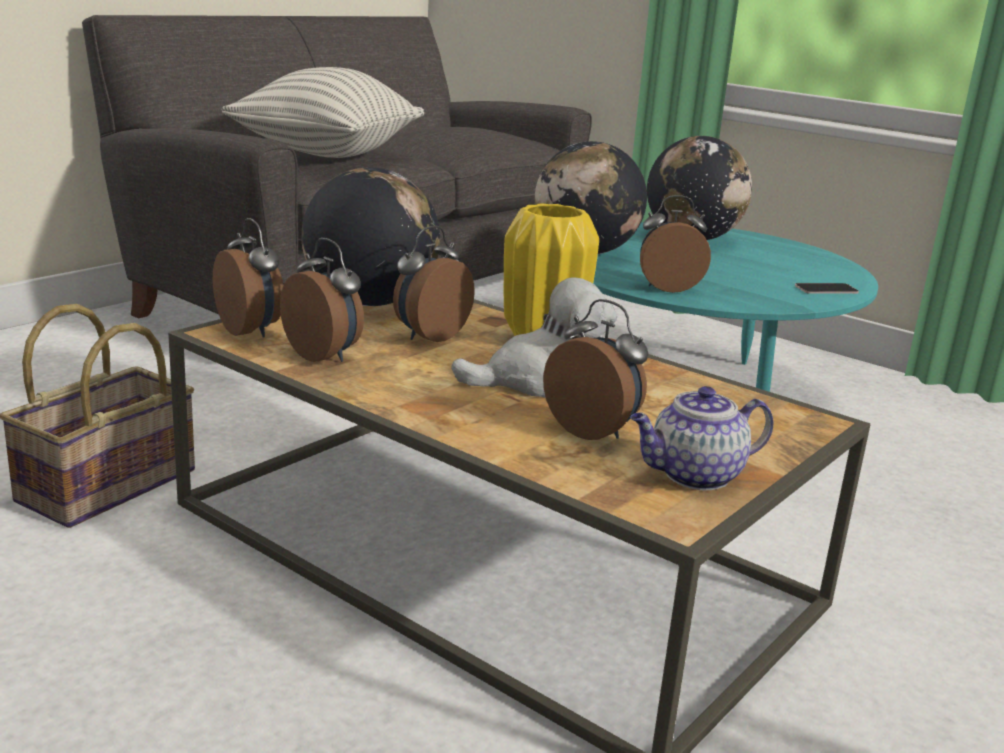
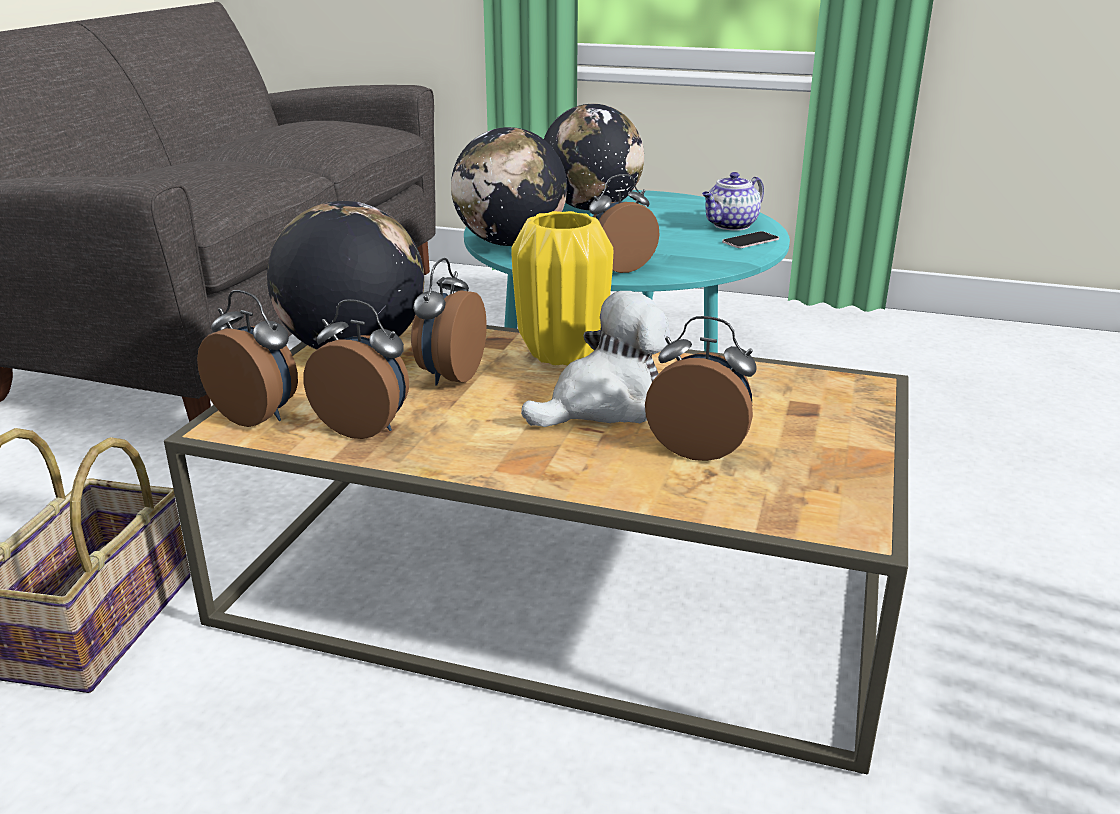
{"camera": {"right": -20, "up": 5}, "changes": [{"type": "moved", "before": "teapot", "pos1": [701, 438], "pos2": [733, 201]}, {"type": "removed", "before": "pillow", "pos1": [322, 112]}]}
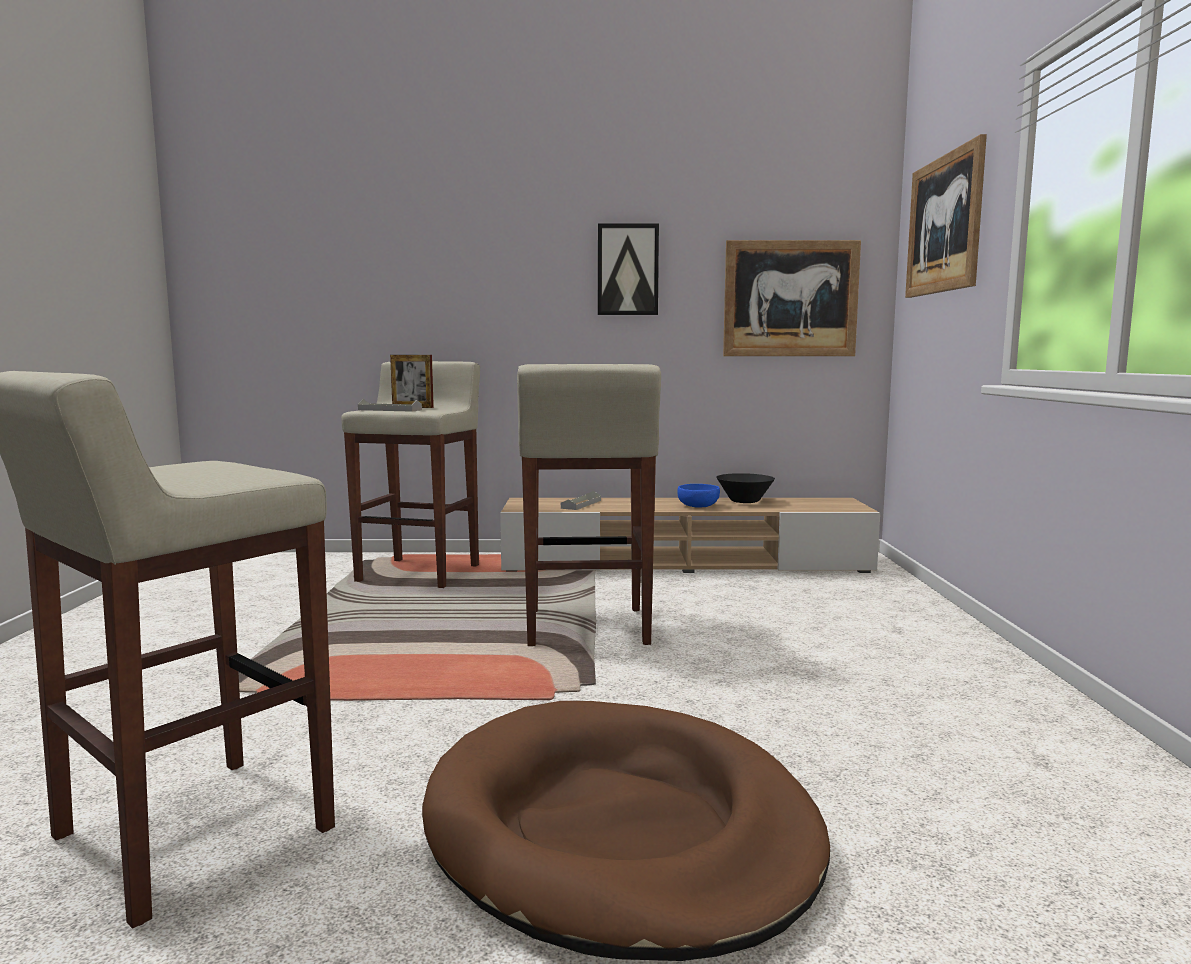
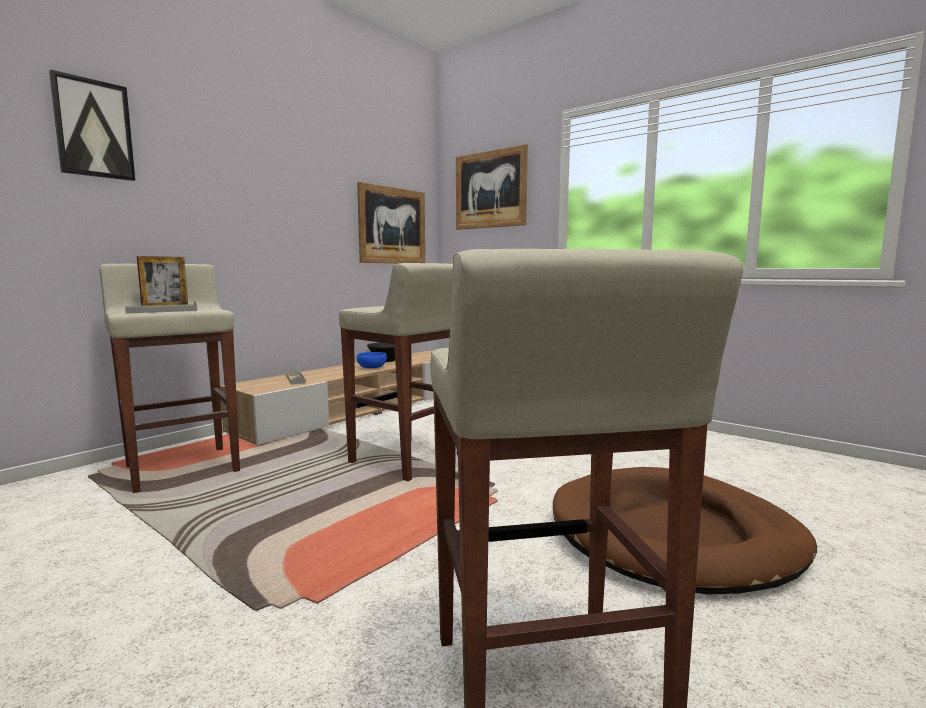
{"camera": {"right": -50, "up": 0}, "changes": [{"type": "moved", "before": "picture", "pos1": [628, 269], "pos2": [92, 125]}]}
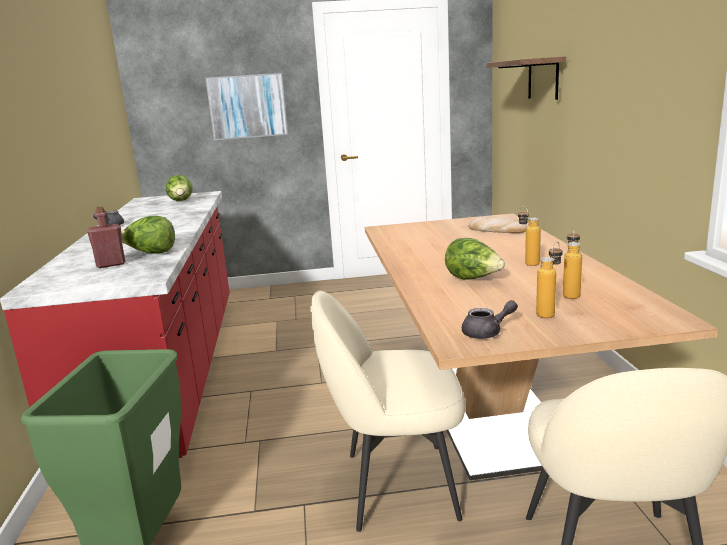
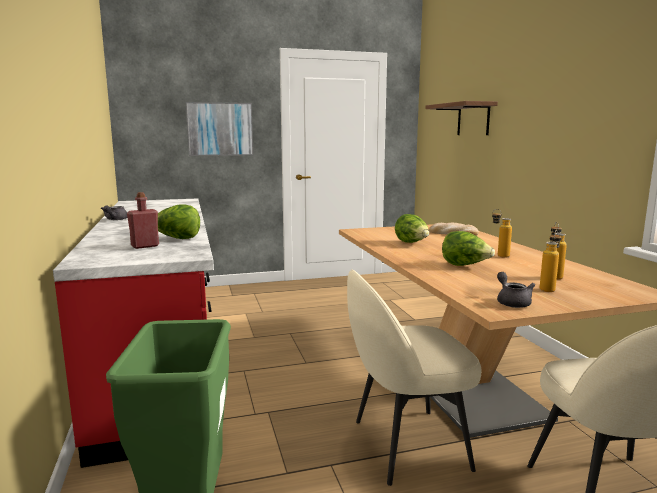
{"camera": {"right": -10, "up": -5}, "changes": [{"type": "moved", "before": "lettuce", "pos1": [179, 188], "pos2": [412, 228]}, {"type": "turned", "before": "teapot (grey)", "pos1": [490, 319], "pos2": [516, 290], "turn": -75}]}
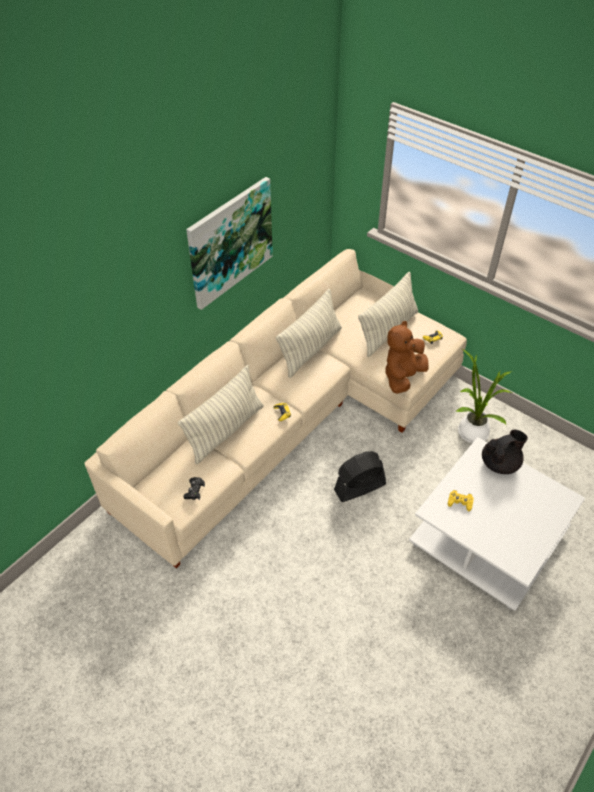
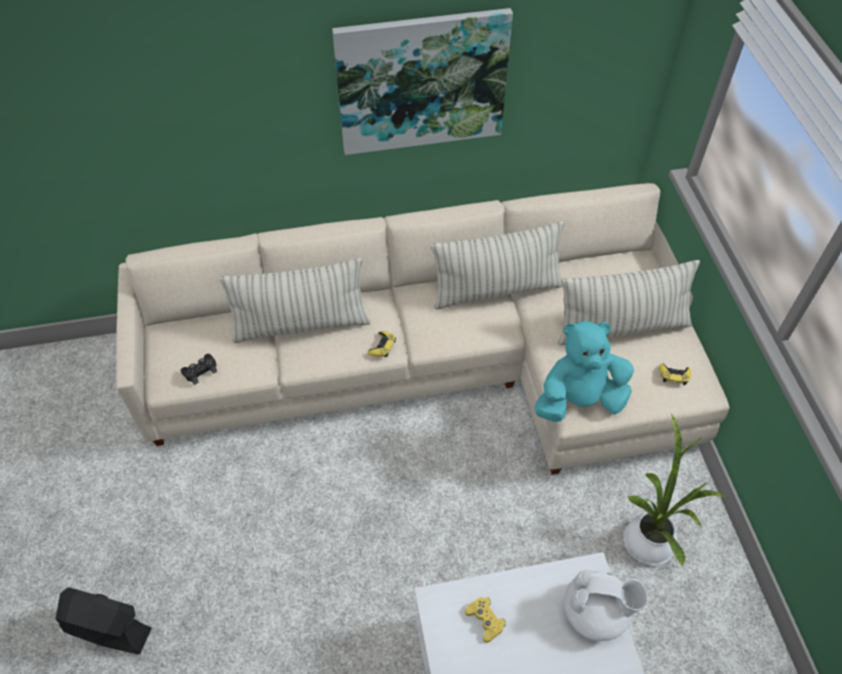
{"camera": {"right": 40, "up": 5}, "changes": [{"type": "moved", "before": "fan (black)", "pos1": [360, 476], "pos2": [104, 620]}, {"type": "recoloured", "before": "plush toy (brown)", "after": "plush toy (turquoise)", "pos1": [407, 357], "pos2": [584, 371]}, {"type": "recoloured", "before": "teapot (black)", "after": "teapot (white)", "pos1": [505, 452], "pos2": [606, 605]}]}
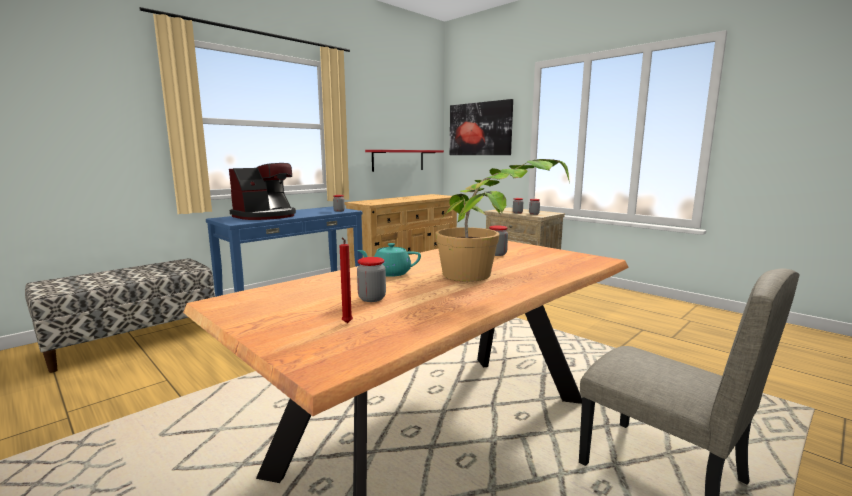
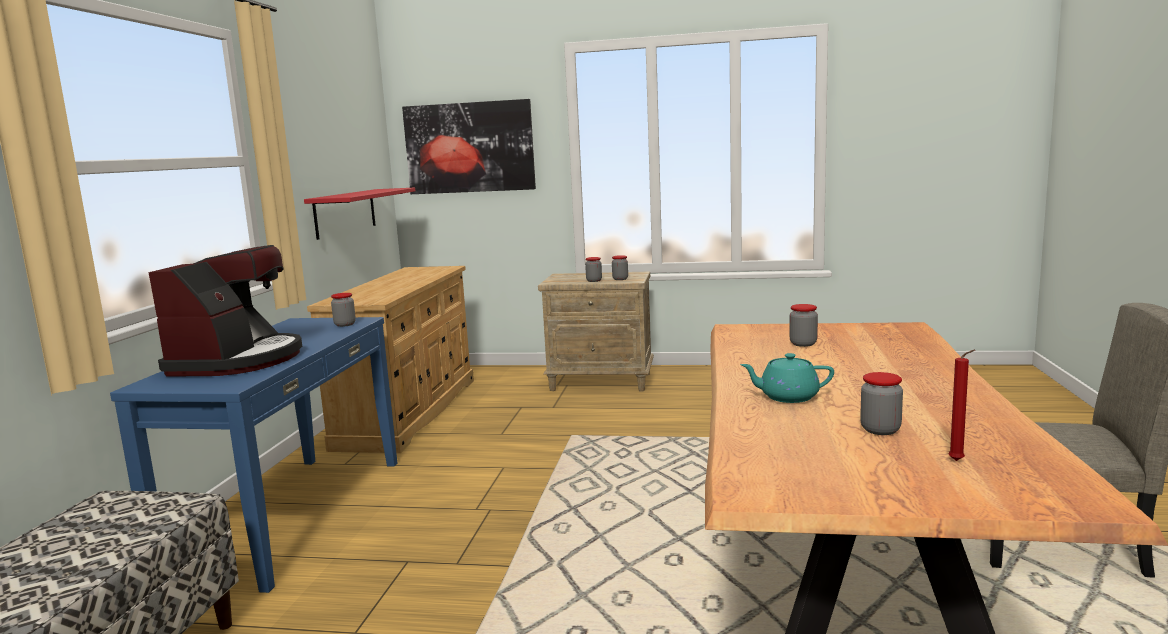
{"camera": {"right": -35, "up": 0}, "changes": [{"type": "turned", "before": "teapot (turquoise)", "pos1": [389, 260], "pos2": [787, 378], "turn": 45}, {"type": "removed", "before": "potted plant", "pos1": [503, 220]}]}
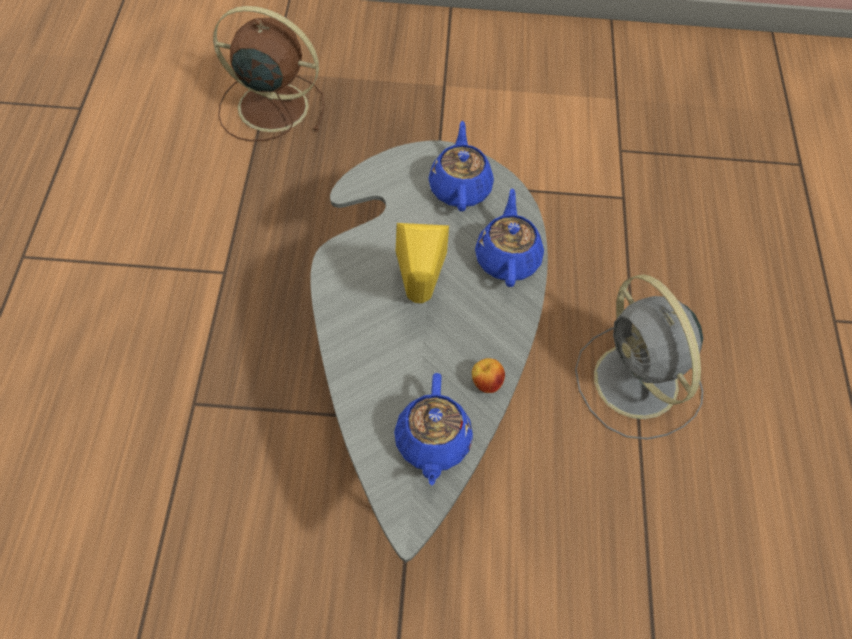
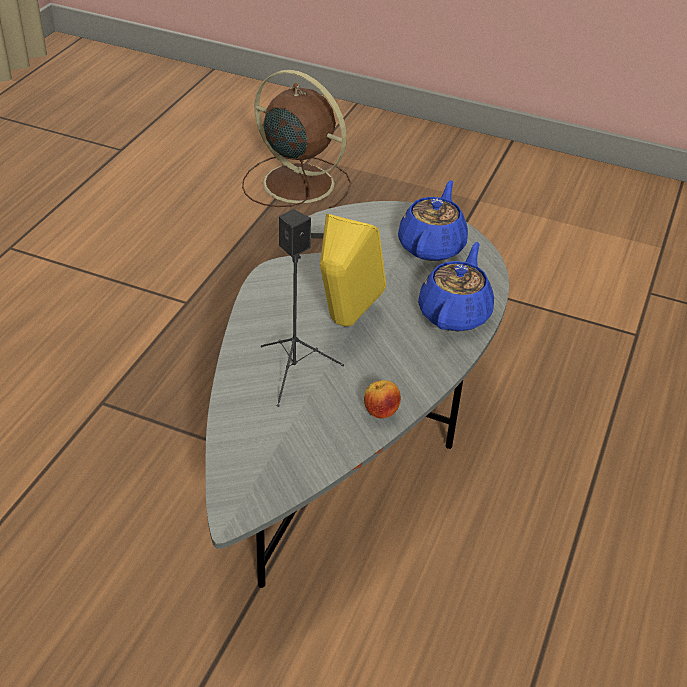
{"camera": {"right": 20, "up": -15}, "changes": [{"type": "added", "after": "speaker (black)", "pos2": [302, 308]}, {"type": "removed", "before": "teapot (blue)", "pos1": [433, 429]}, {"type": "removed", "before": "fan (grey)", "pos1": [639, 357]}]}
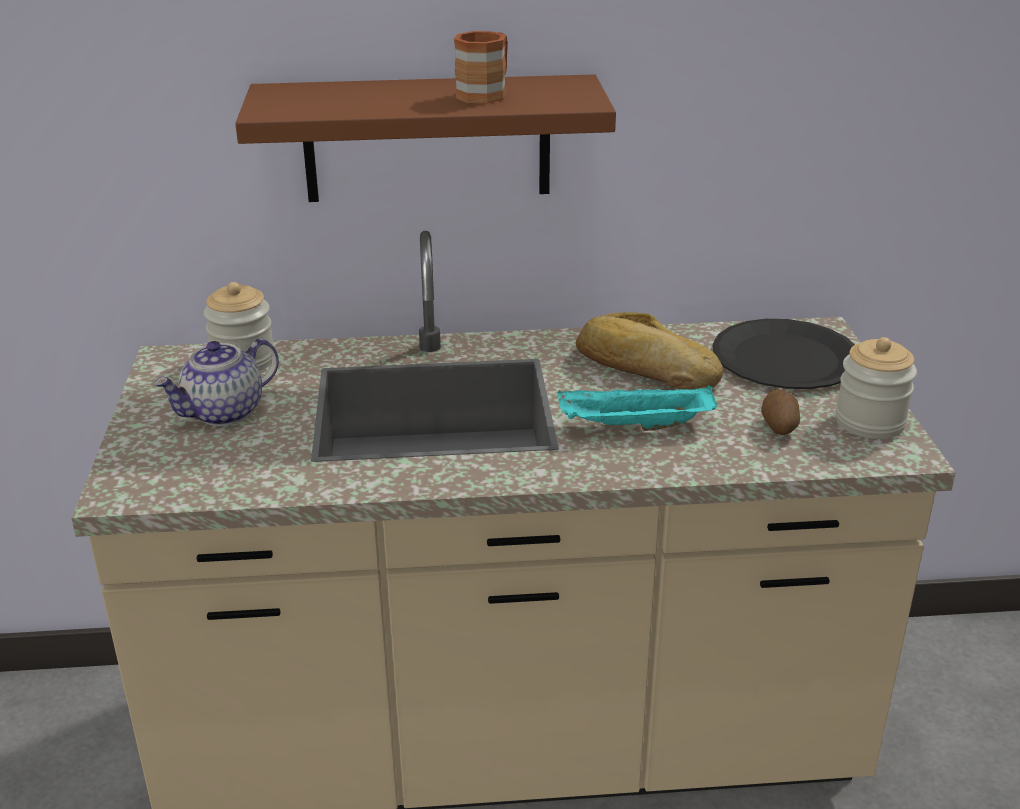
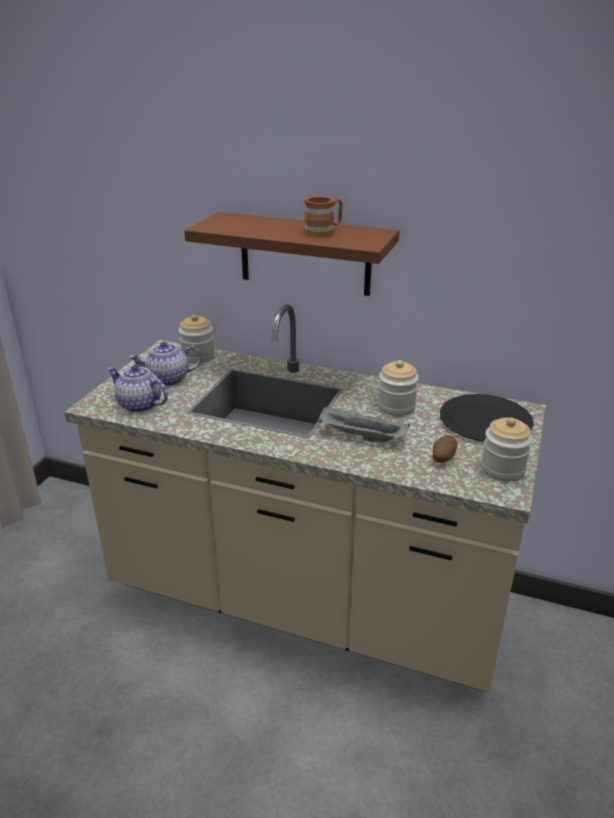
{"camera": {"right": 25, "up": 0}, "changes": [{"type": "added", "after": "teapot", "pos2": [137, 389]}, {"type": "recoloured", "before": "tray (turquoise)", "after": "tray (grey)", "pos1": [637, 408], "pos2": [364, 424]}, {"type": "replaced", "before": "bread", "after": "jar", "pos1": [649, 351], "pos2": [398, 388]}]}
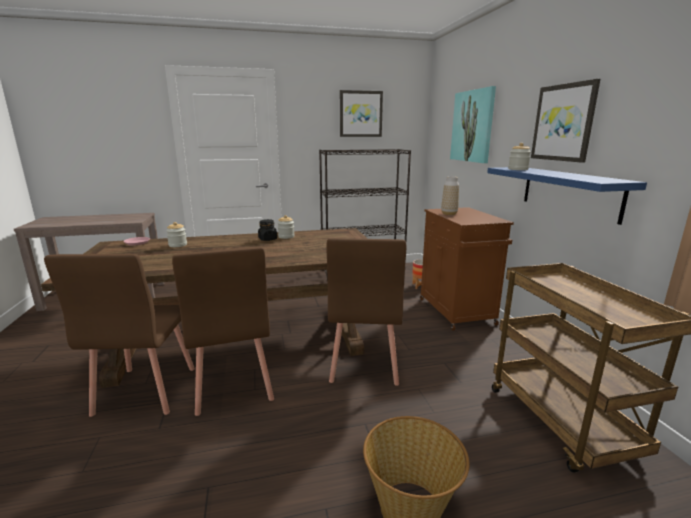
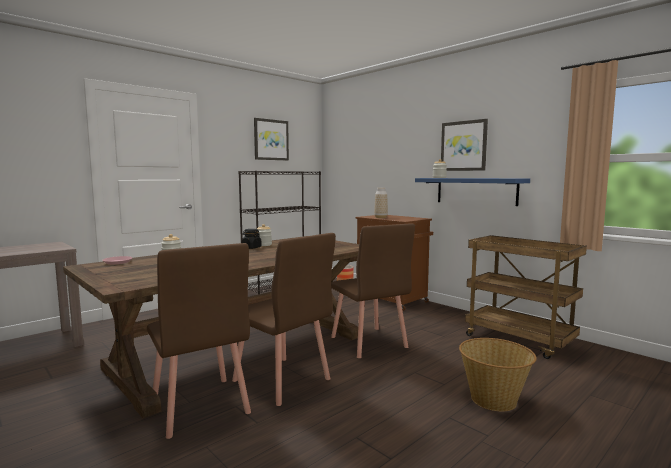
{"camera": {"right": -30, "up": -10}, "changes": [{"type": "removed", "before": "picture", "pos1": [473, 124]}]}
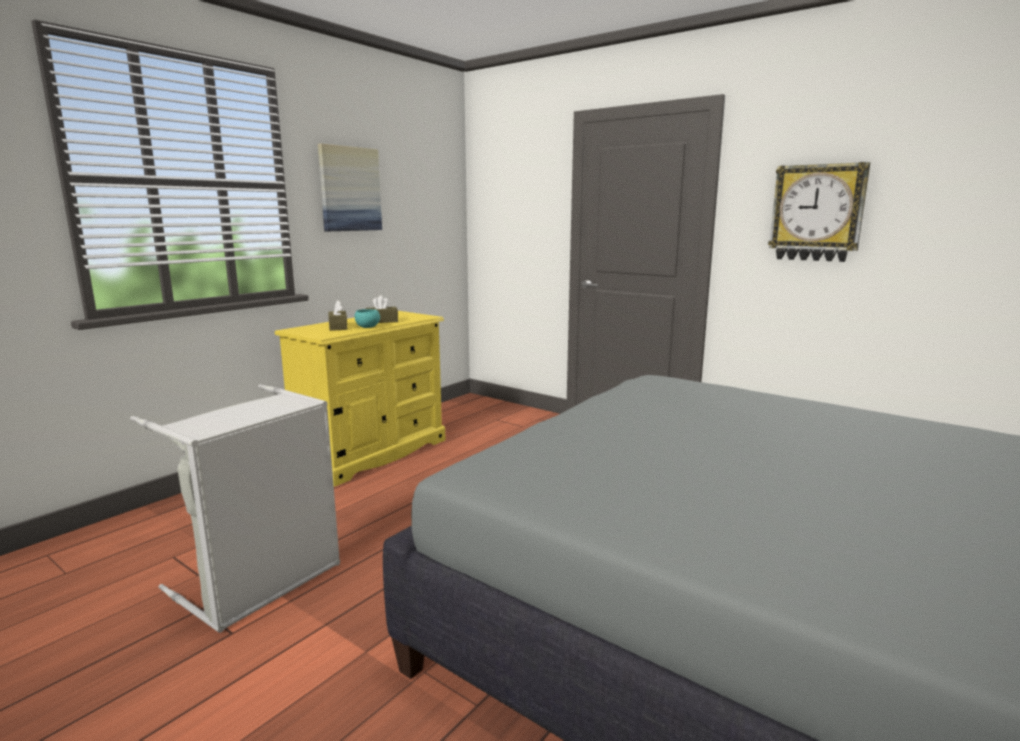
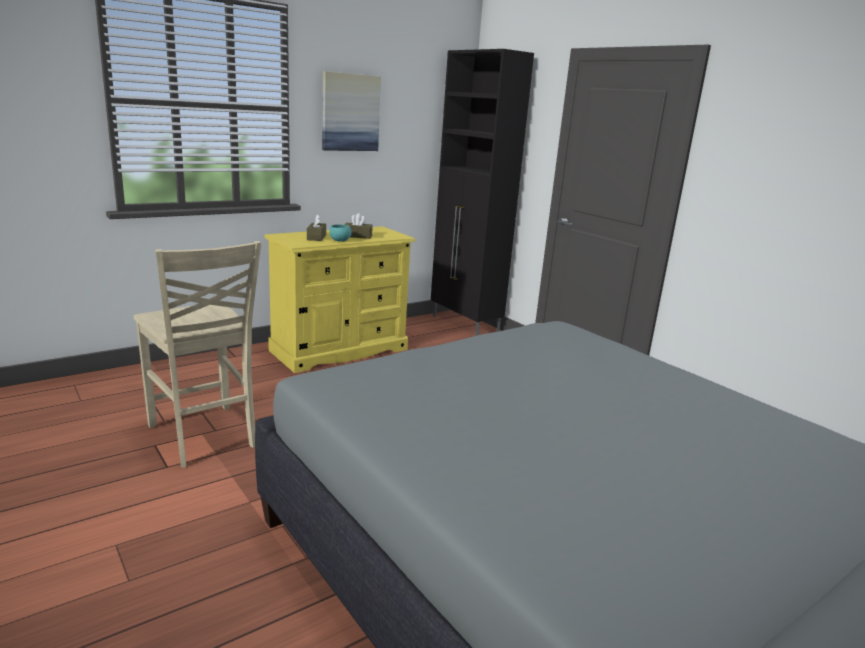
{"camera": {"right": 15, "up": 5}, "changes": [{"type": "replaced", "before": "laundry basket (grey)", "after": "chair (beige)", "pos1": [235, 508], "pos2": [197, 354]}, {"type": "added", "after": "cabinet (black)", "pos2": [482, 192]}, {"type": "removed", "before": "wall clock", "pos1": [819, 212]}]}
